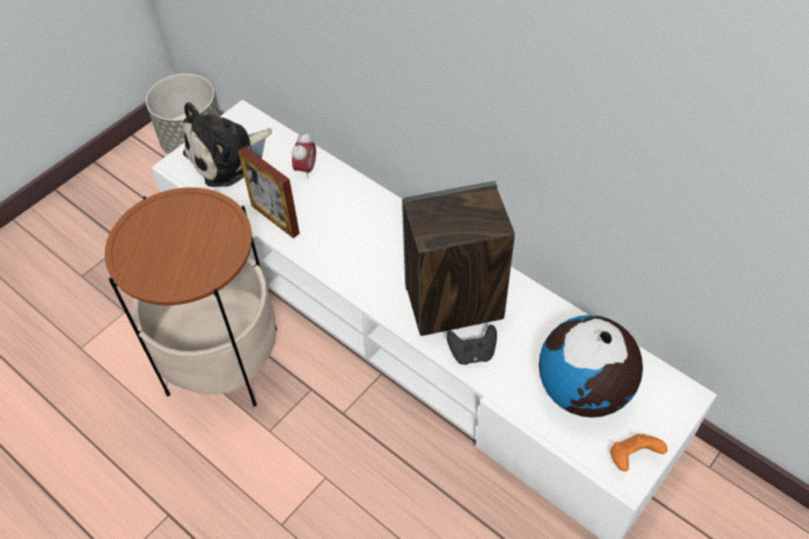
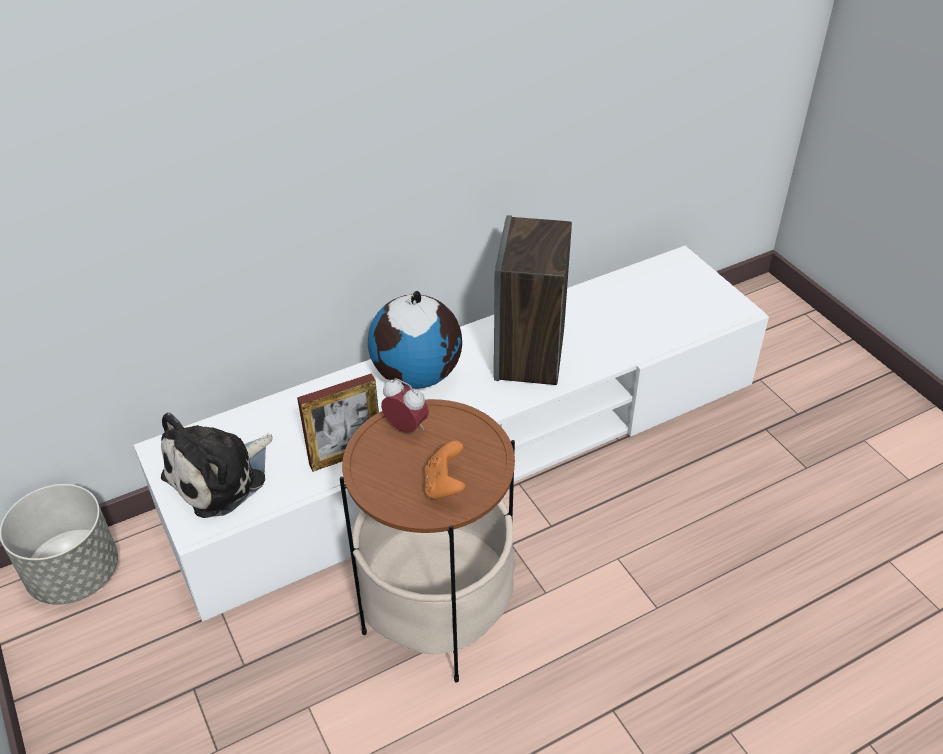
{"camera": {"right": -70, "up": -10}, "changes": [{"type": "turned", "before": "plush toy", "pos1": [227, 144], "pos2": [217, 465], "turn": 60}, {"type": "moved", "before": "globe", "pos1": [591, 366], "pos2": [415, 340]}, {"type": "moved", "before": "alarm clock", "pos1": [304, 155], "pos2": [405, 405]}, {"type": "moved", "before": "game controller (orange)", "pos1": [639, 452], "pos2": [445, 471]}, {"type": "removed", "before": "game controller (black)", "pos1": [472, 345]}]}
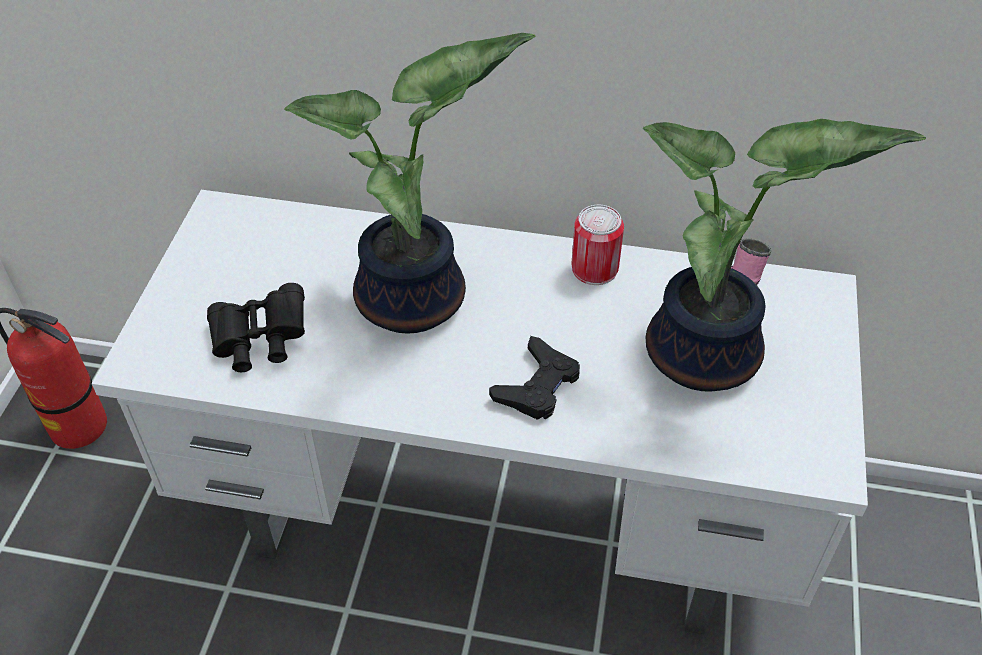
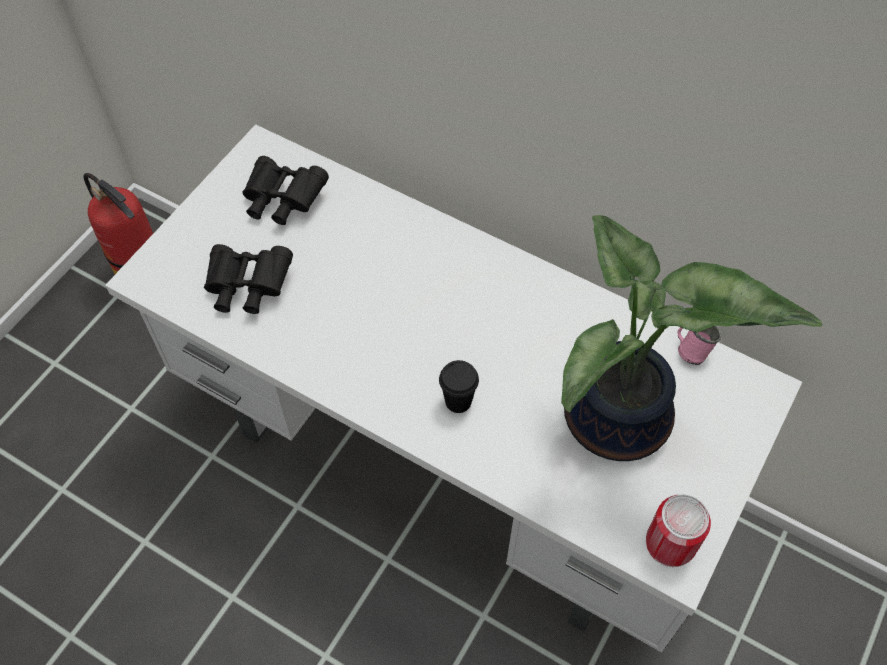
{"camera": {"right": 20, "up": 10}, "changes": [{"type": "added", "after": "binoculars (black)", "pos2": [285, 190]}, {"type": "replaced", "before": "game controller (black)", "after": "cup (black)", "pos1": [534, 378], "pos2": [459, 386]}, {"type": "moved", "before": "can", "pos1": [597, 245], "pos2": [678, 531]}, {"type": "removed", "before": "potted plant", "pos1": [409, 183]}]}
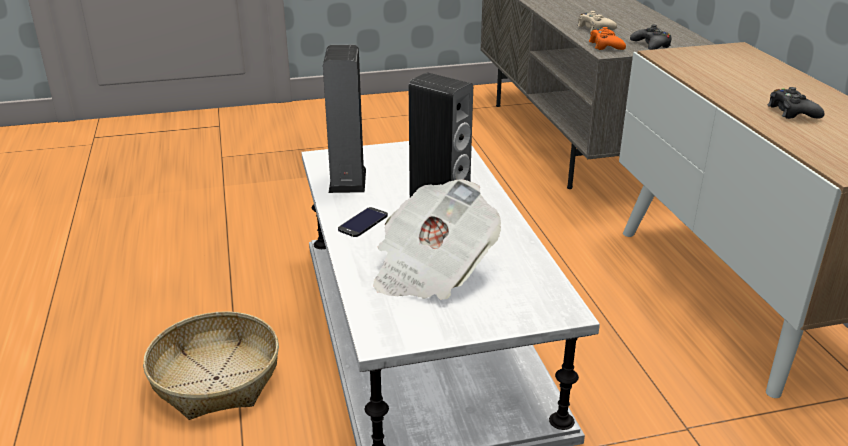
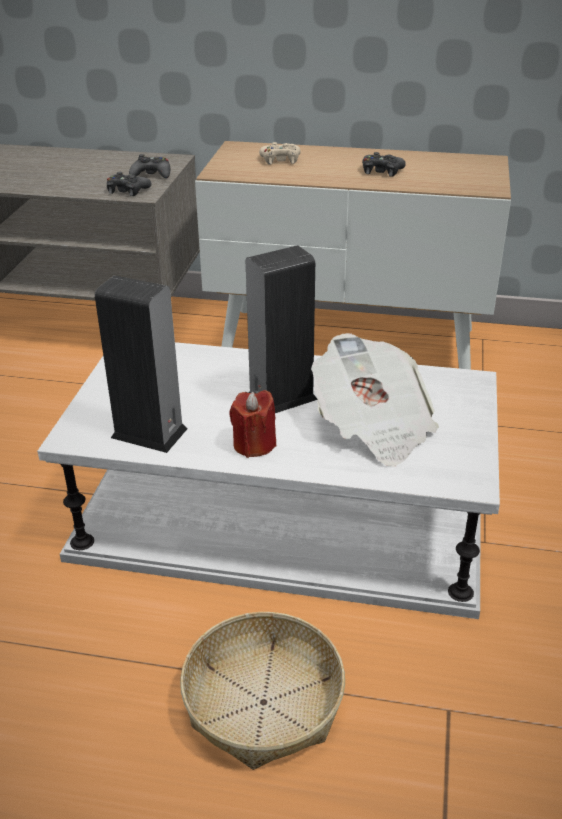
{"camera": {"right": -65, "up": 5}, "changes": [{"type": "recoloured", "before": "game controller (orange)", "after": "game controller (black)", "pos1": [607, 38], "pos2": [129, 184]}, {"type": "replaced", "before": "phone", "after": "candle (red)", "pos1": [363, 222], "pos2": [252, 424]}, {"type": "moved", "before": "game controller (beige)", "pos1": [597, 21], "pos2": [280, 153]}]}
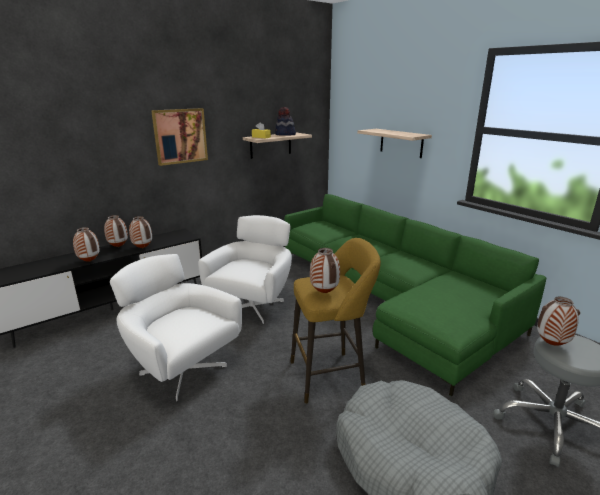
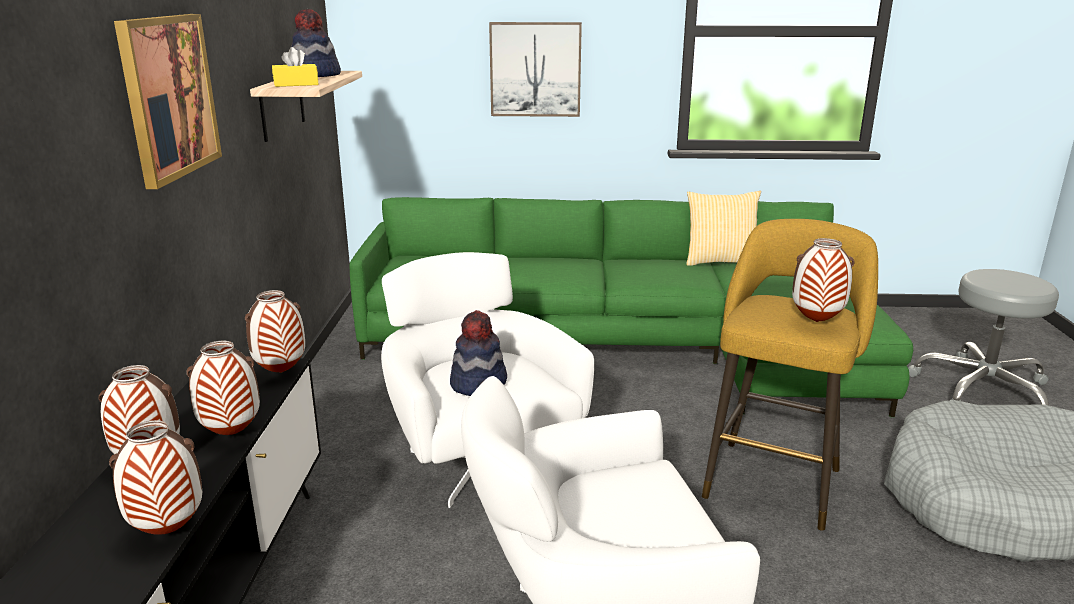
{"camera": {"right": -50, "up": 0}, "changes": [{"type": "moved", "before": "vase", "pos1": [558, 321], "pos2": [275, 331]}, {"type": "added", "after": "hat", "pos2": [478, 353]}, {"type": "replaced", "before": "shelf", "after": "picture", "pos1": [394, 143], "pos2": [535, 69]}, {"type": "added", "after": "pillow", "pos2": [723, 228]}]}
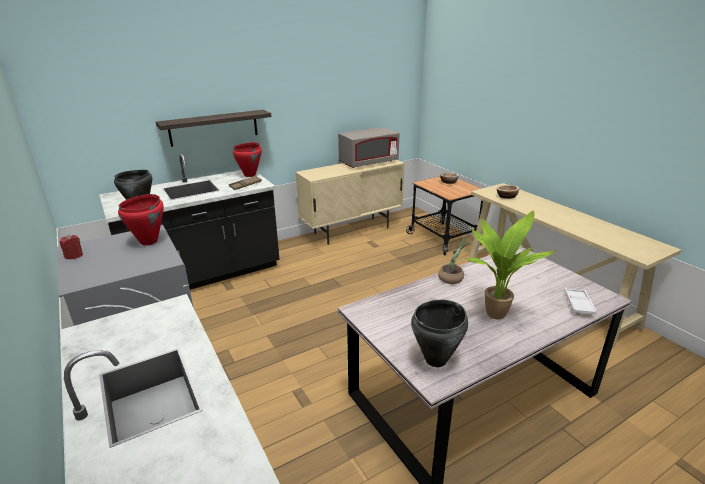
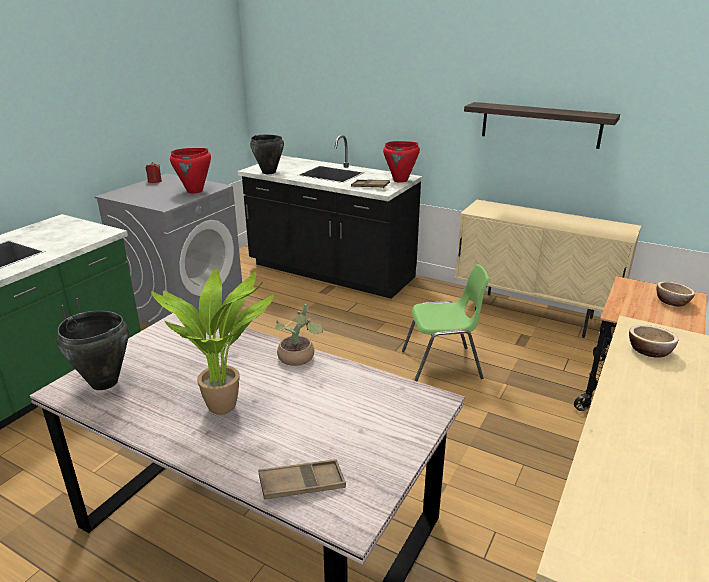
{"camera": {"right": 60, "up": 0}, "changes": [{"type": "recoloured", "before": "tray (white)", "after": "tray (brown)", "pos1": [580, 301], "pos2": [302, 479]}, {"type": "added", "after": "chair (green)", "pos2": [446, 322]}, {"type": "moved", "before": "shelf", "pos1": [213, 128], "pos2": [542, 125]}, {"type": "removed", "before": "microwave (grey)", "pos1": [369, 147]}]}
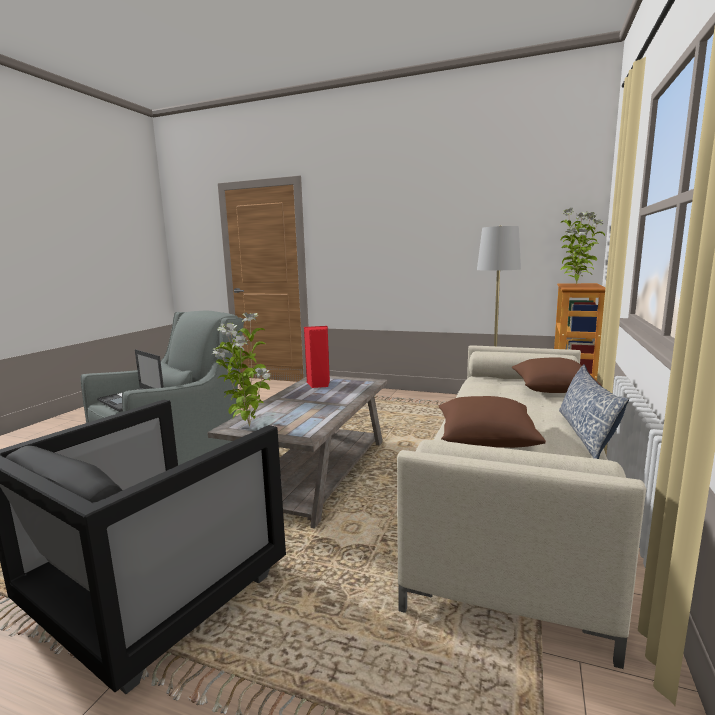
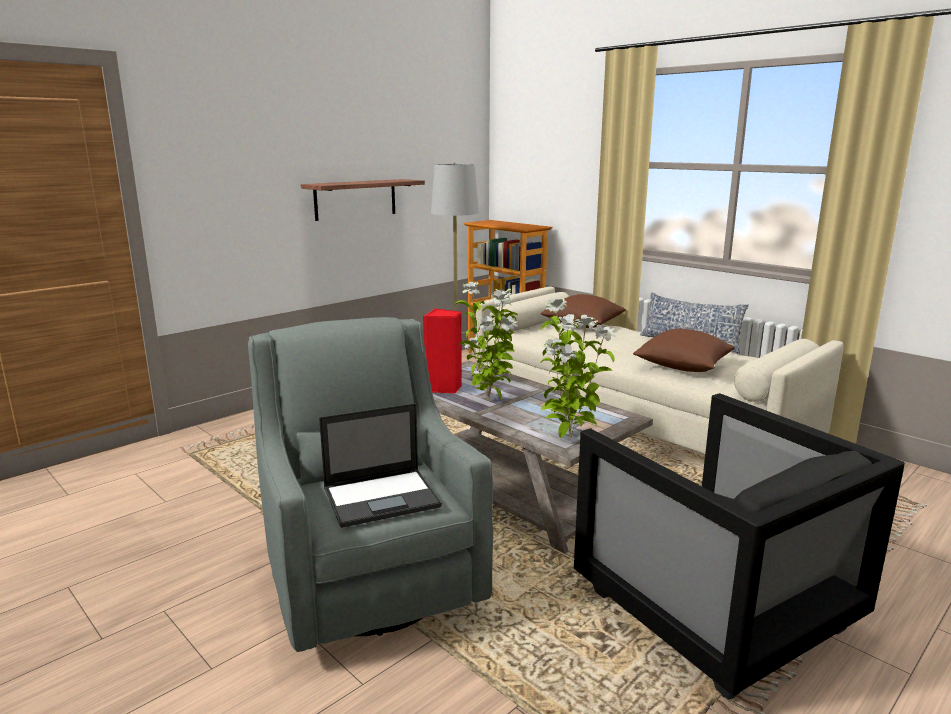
{"camera": {"right": -65, "up": 5}, "changes": [{"type": "added", "after": "shelf", "pos2": [363, 200]}, {"type": "moved", "before": "potted plant", "pos1": [583, 246], "pos2": [486, 341]}]}
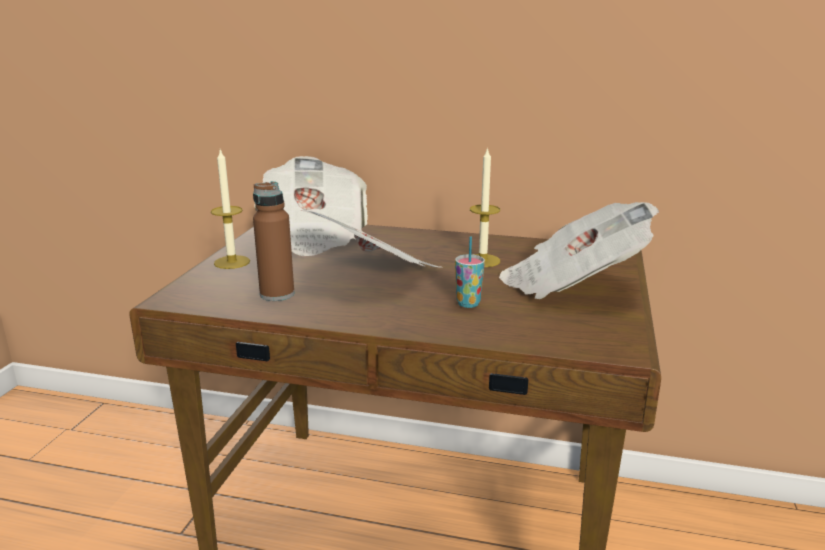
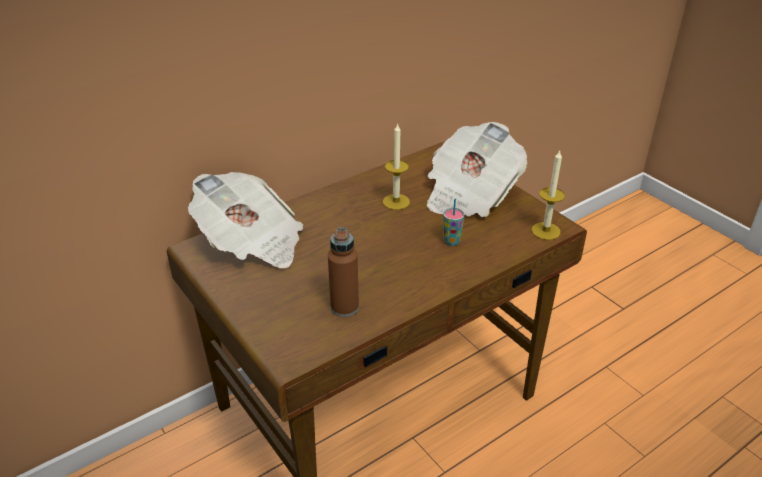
{"camera": {"right": -50, "up": 15}, "changes": [{"type": "moved", "before": "candle", "pos1": [230, 209], "pos2": [548, 195]}, {"type": "removed", "before": "newspaper", "pos1": [370, 239]}]}
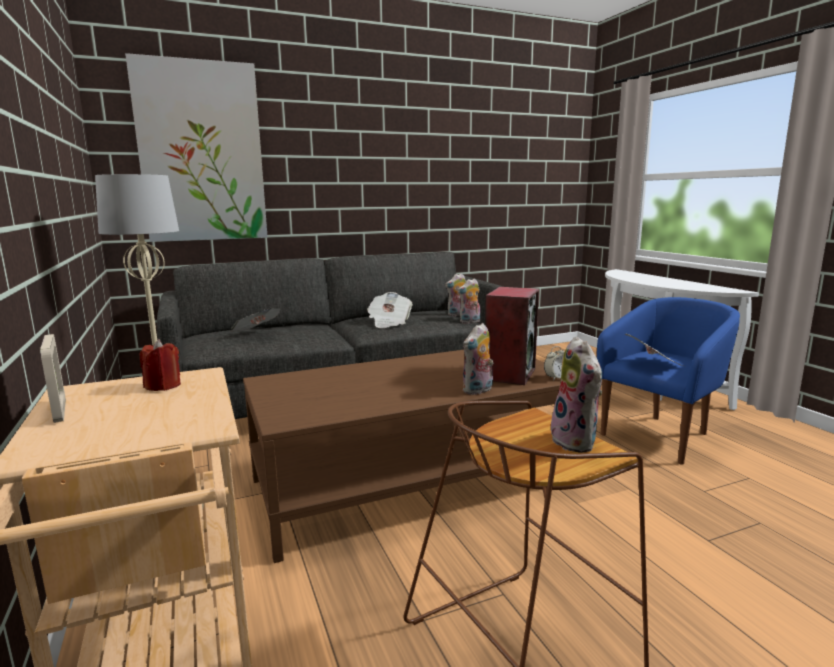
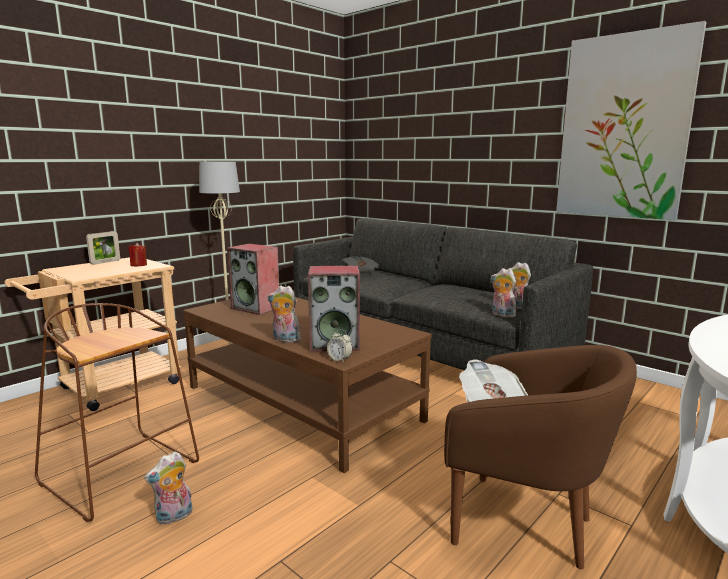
{"camera": {"right": 65, "up": 0}, "changes": [{"type": "moved", "before": "plush toy", "pos1": [576, 394], "pos2": [168, 488]}, {"type": "added", "after": "speaker", "pos2": [253, 279]}, {"type": "recoloured", "before": "armchair (blue)", "after": "armchair (brown)", "pos1": [668, 381], "pos2": [540, 457]}, {"type": "moved", "before": "picture", "pos1": [196, 147], "pos2": [631, 120]}, {"type": "removed", "before": "newspaper", "pos1": [390, 310]}]}
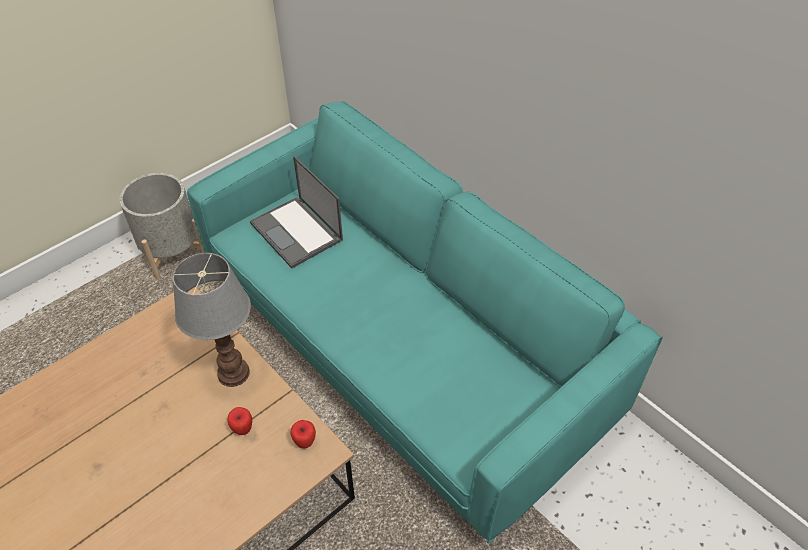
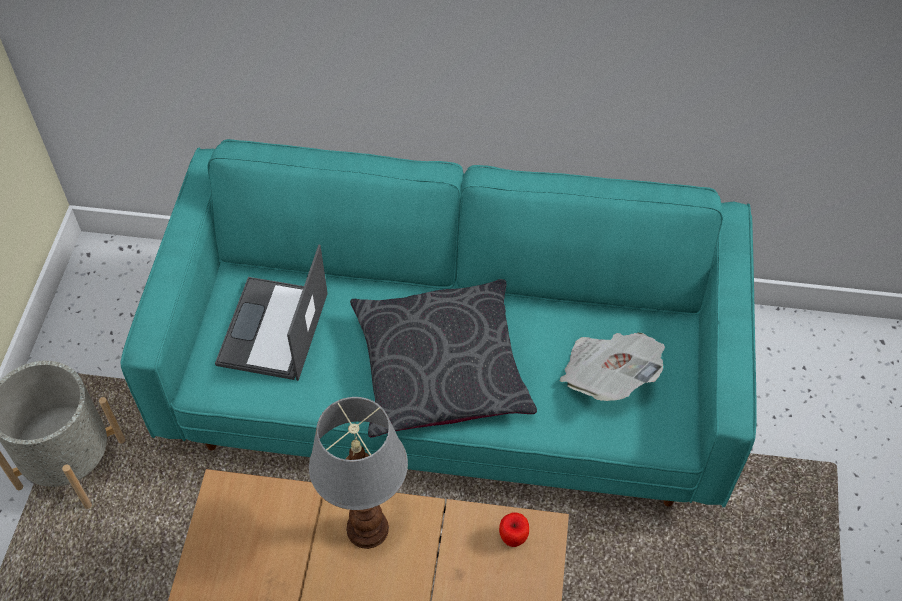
{"camera": {"right": -40, "up": 5}, "changes": [{"type": "turned", "before": "laptop", "pos1": [296, 212], "pos2": [271, 312], "turn": 90}, {"type": "added", "after": "pillow (grey)", "pos2": [443, 358]}, {"type": "added", "after": "newspaper", "pos2": [612, 367]}, {"type": "removed", "before": "apple", "pos1": [239, 421]}]}
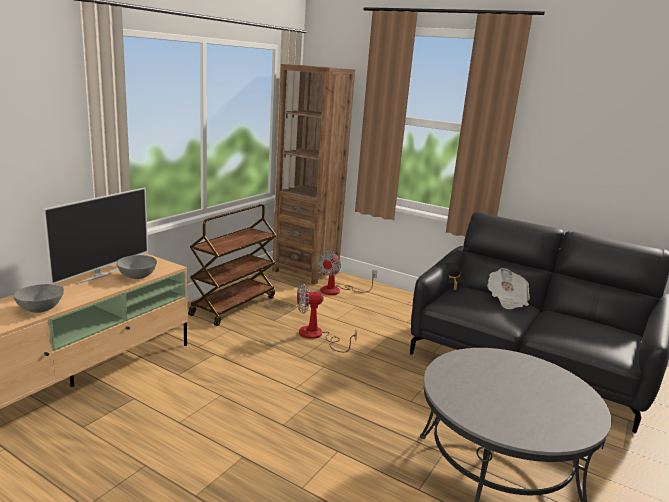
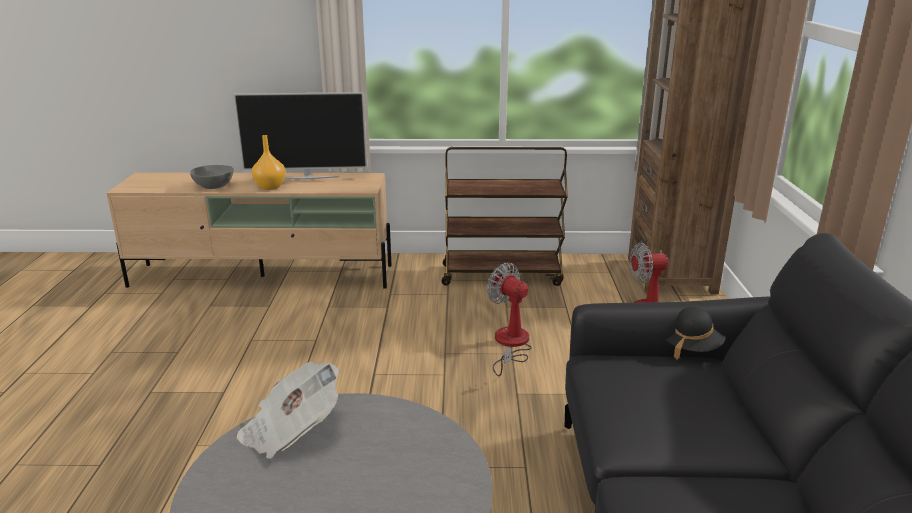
{"camera": {"right": 60, "up": 5}, "changes": [{"type": "moved", "before": "newspaper", "pos1": [508, 288], "pos2": [288, 410]}, {"type": "added", "after": "vase (orange)", "pos2": [269, 162]}, {"type": "removed", "before": "bowl (grey)", "pos1": [136, 267]}]}
